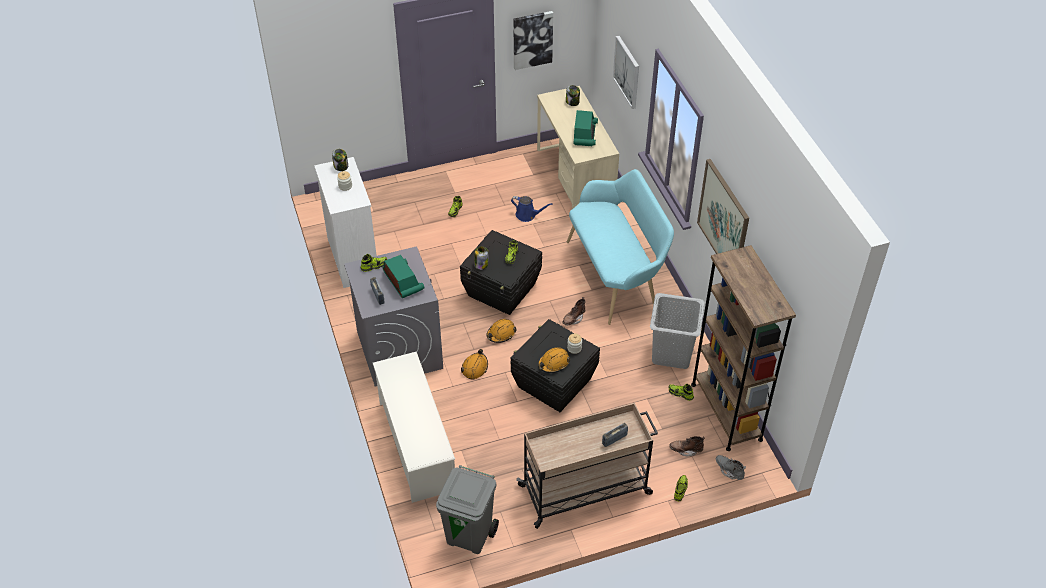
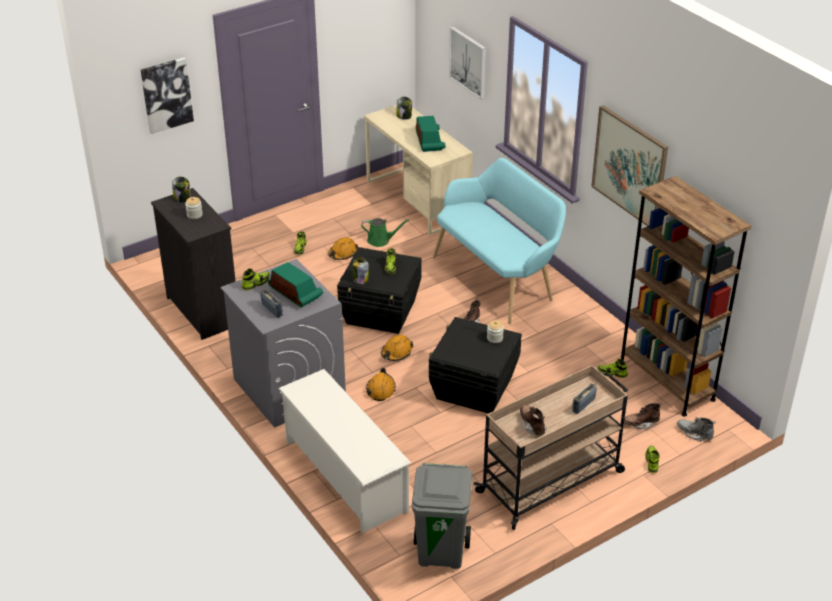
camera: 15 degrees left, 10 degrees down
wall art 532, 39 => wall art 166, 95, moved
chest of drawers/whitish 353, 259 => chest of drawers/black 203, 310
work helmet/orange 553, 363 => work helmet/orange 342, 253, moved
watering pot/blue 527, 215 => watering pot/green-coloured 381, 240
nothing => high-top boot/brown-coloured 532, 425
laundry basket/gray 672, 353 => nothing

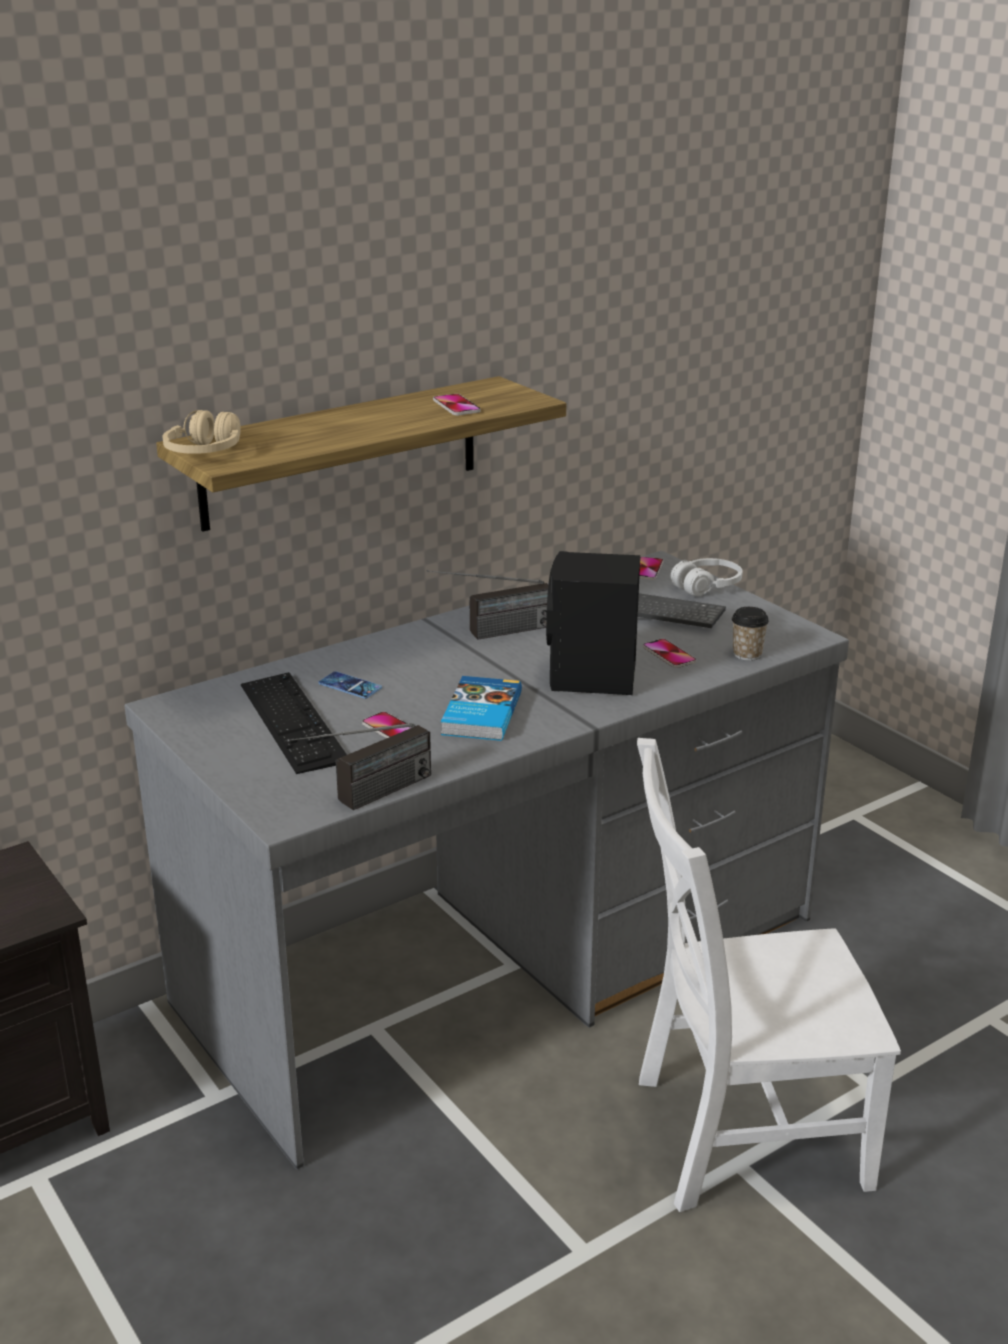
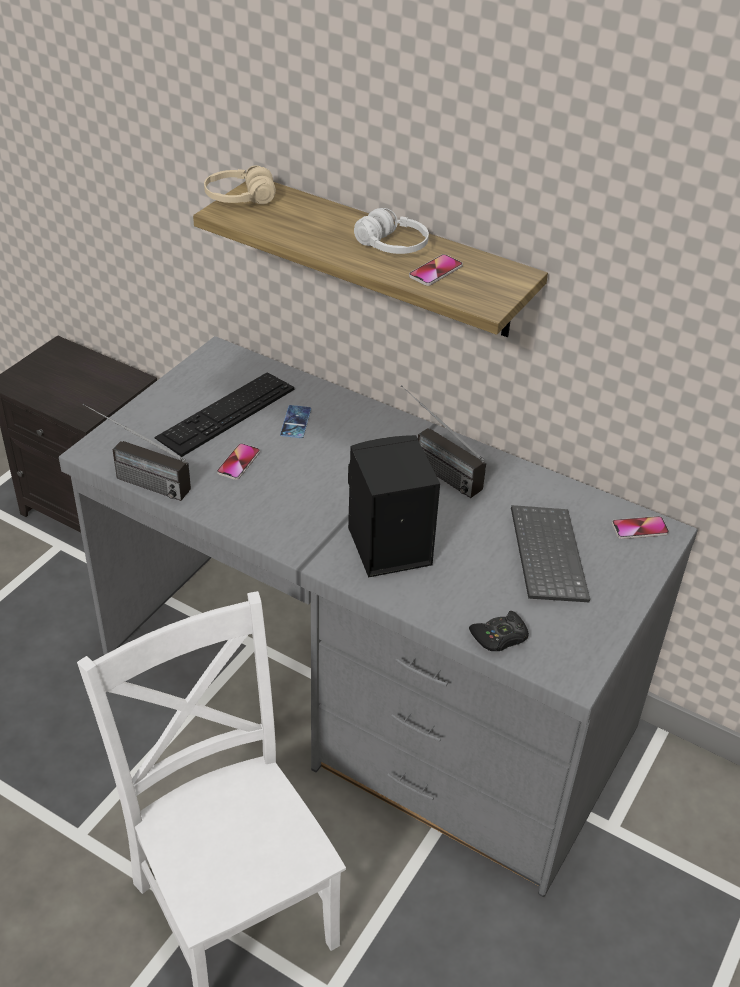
camera: 65 degrees right, 15 degrees up
headphones/whitish 707, 587 => headphones/whitish 392, 246, moved
drinking cup 747, 654 => joypad/black 500, 637
bound book 479, 714 => nothing
telephone 669, 655 => nothing

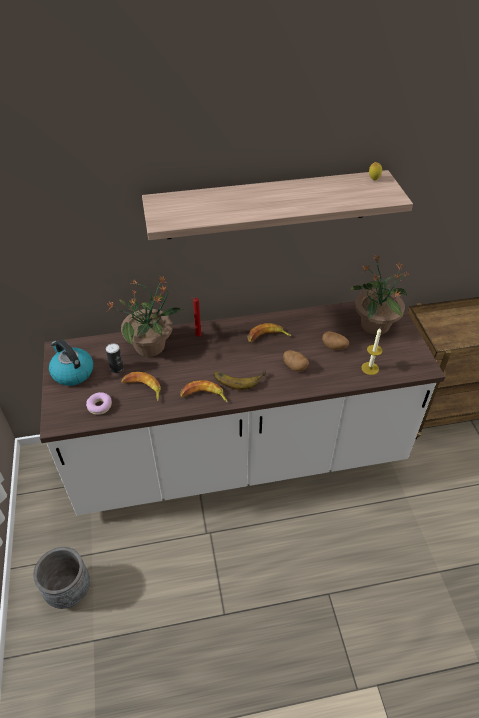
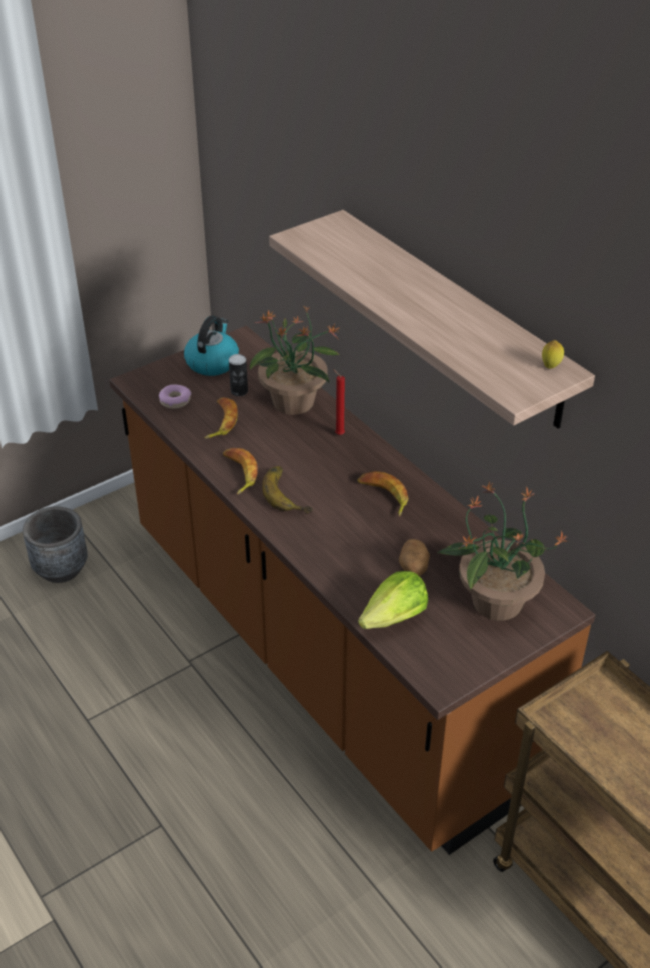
camera: 65 degrees right, 5 degrees down
counter/whitish 239, 457 => counter/brown-coloured 325, 652
wax candle 370, 368 => head of lettuce 394, 618
whole potato 294, 366 => nothing

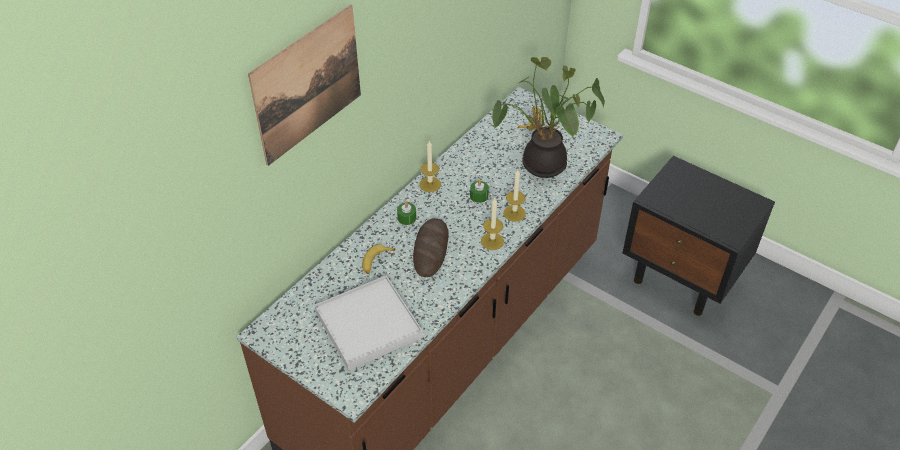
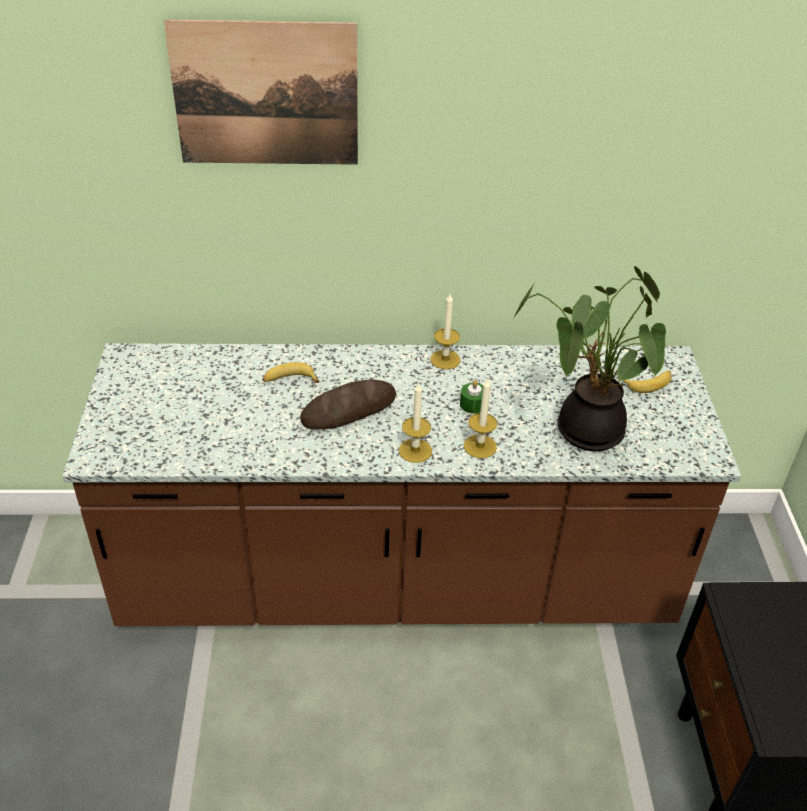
camera: 50 degrees right, 5 degrees down
tray/whitish 368, 324 => nothing
wax candle/green-coloured 407, 218 => nothing

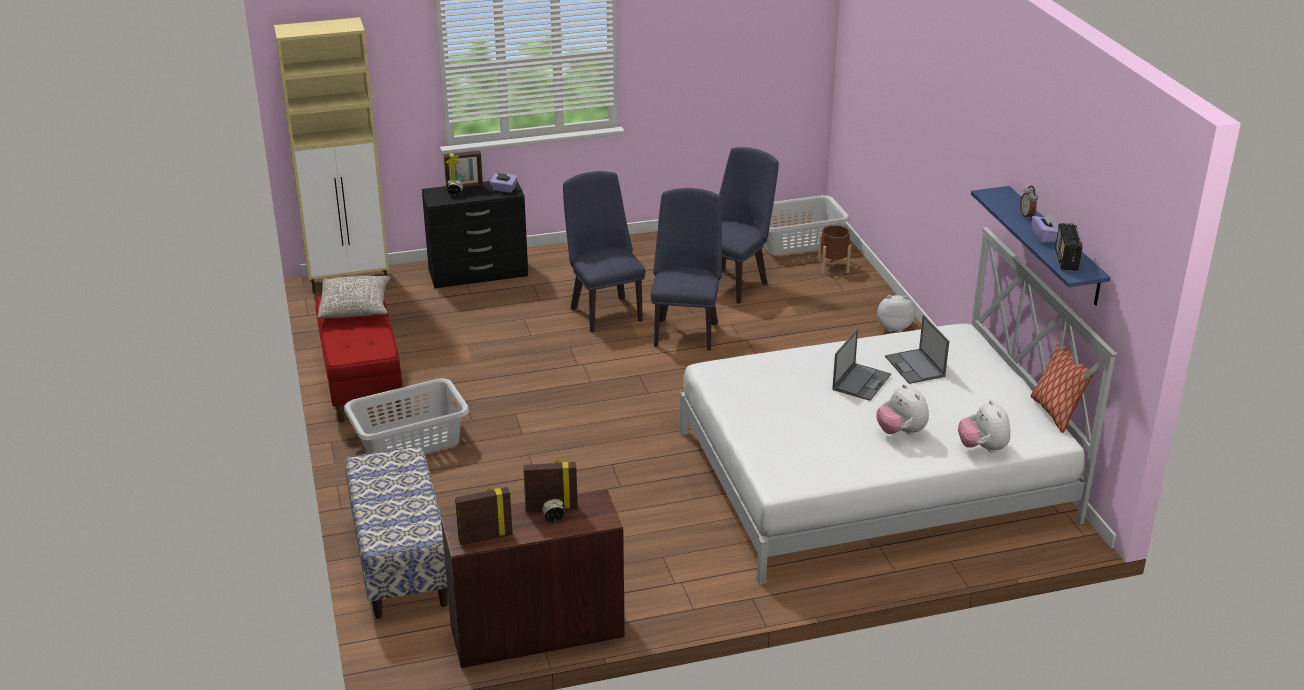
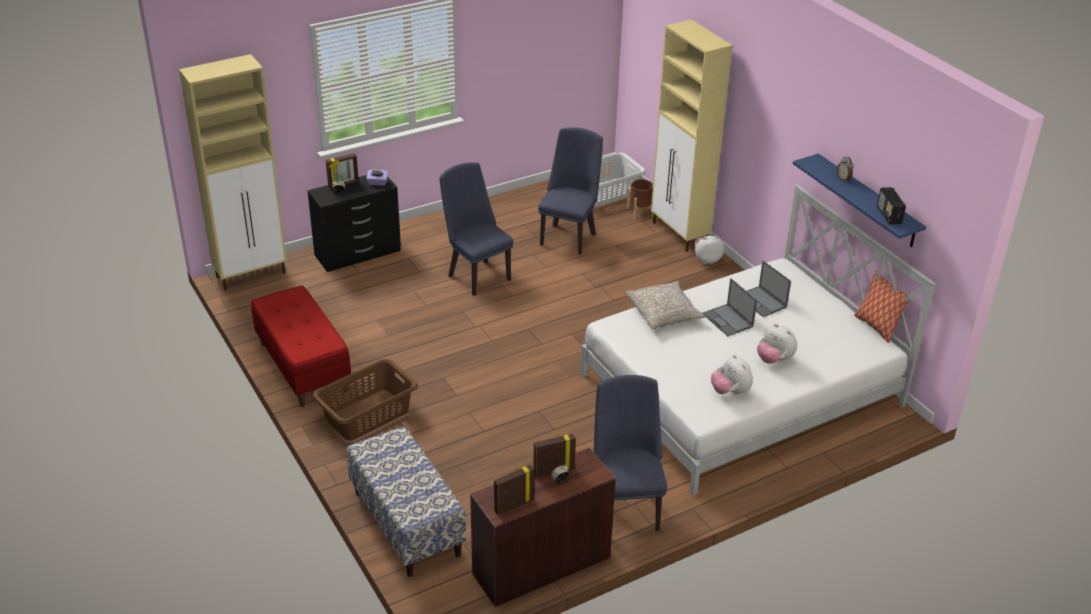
camera: 15 degrees left, 5 degrees up
laundry basket/gray 409, 441 => laundry basket/brown-coloured 366, 415
plain chair/blue 685, 331 => plain chair/blue 625, 508, moved
pillow/gray 355, 307 => pillow/gray 664, 313, moved
nothing => storage cabinet/beige 680, 234
notebook computer 861, 381 => notebook computer 728, 320, 135 degrees clockwise
soft toy 982, 448 => soft toy 730, 392, moved
tissue box/purple 1044, 237 => nothing

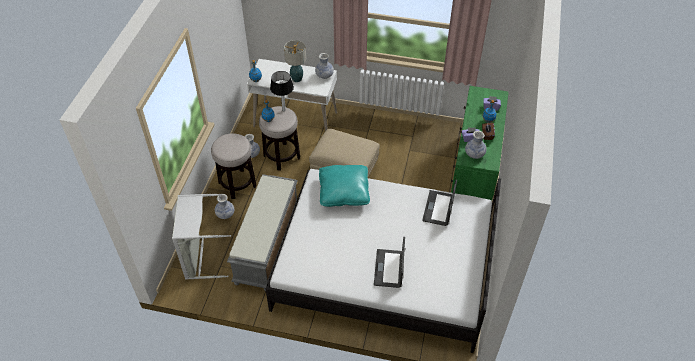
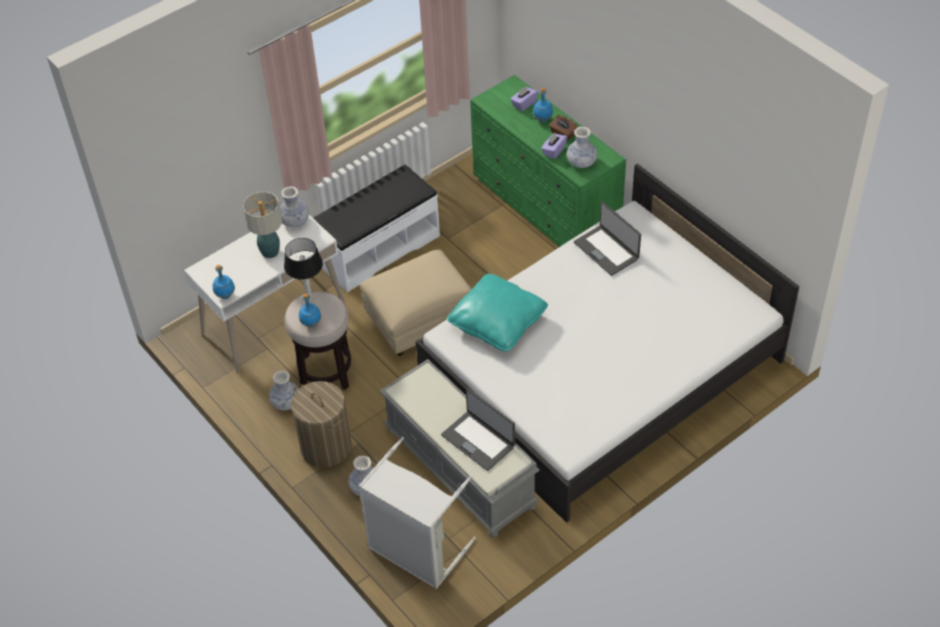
camera: 50 degrees left, 0 degrees up
sitting stool 237, 184 => laundry basket 326, 447
nothing => long seat/whitish 378, 249
notebook computer 389, 268 => notebook computer 478, 440, moved

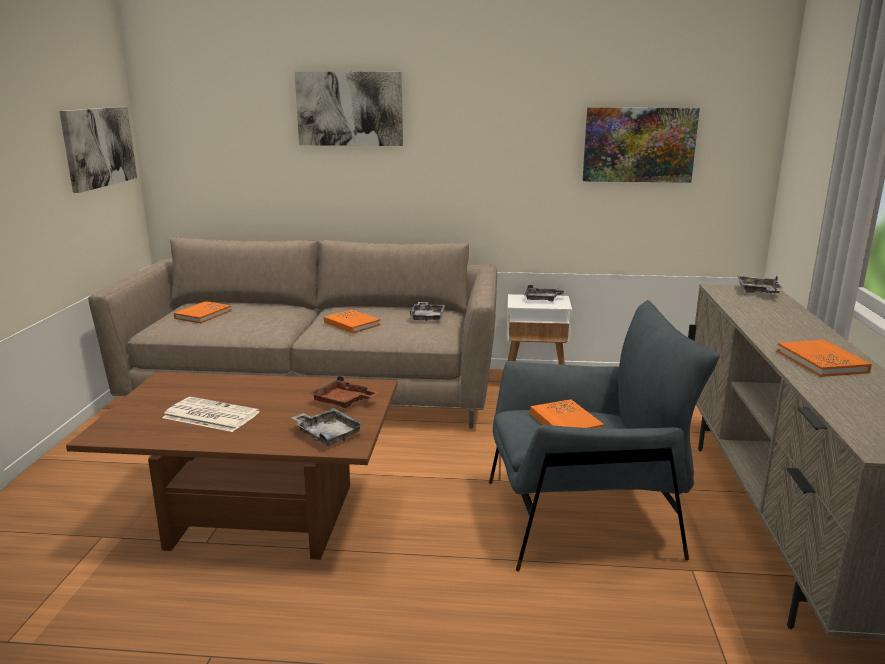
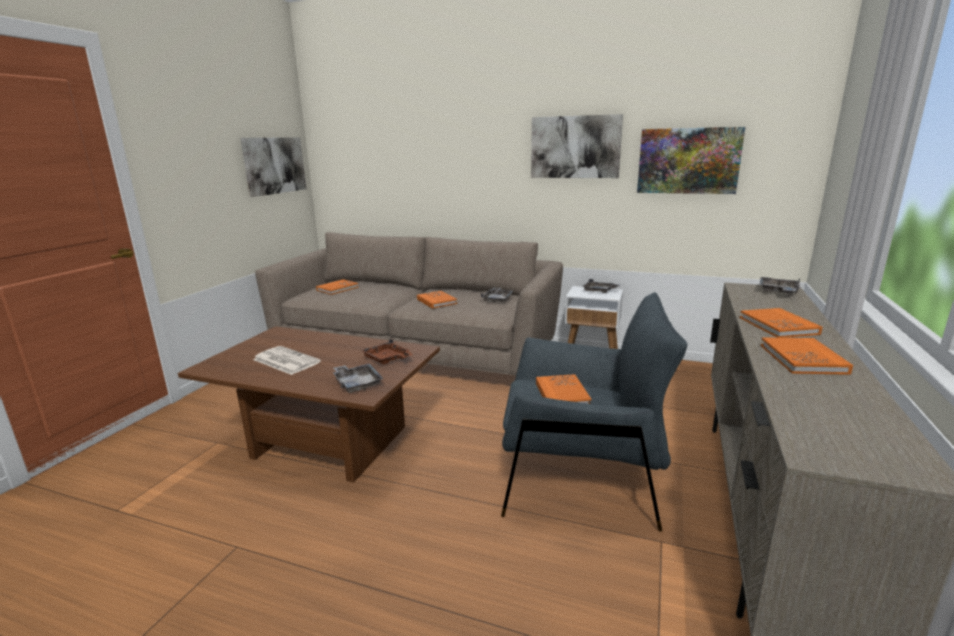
camera: 15 degrees right, 0 degrees up
wall art 350, 109 => wall art 575, 147, moved
nothing => bound book/orange 778, 326

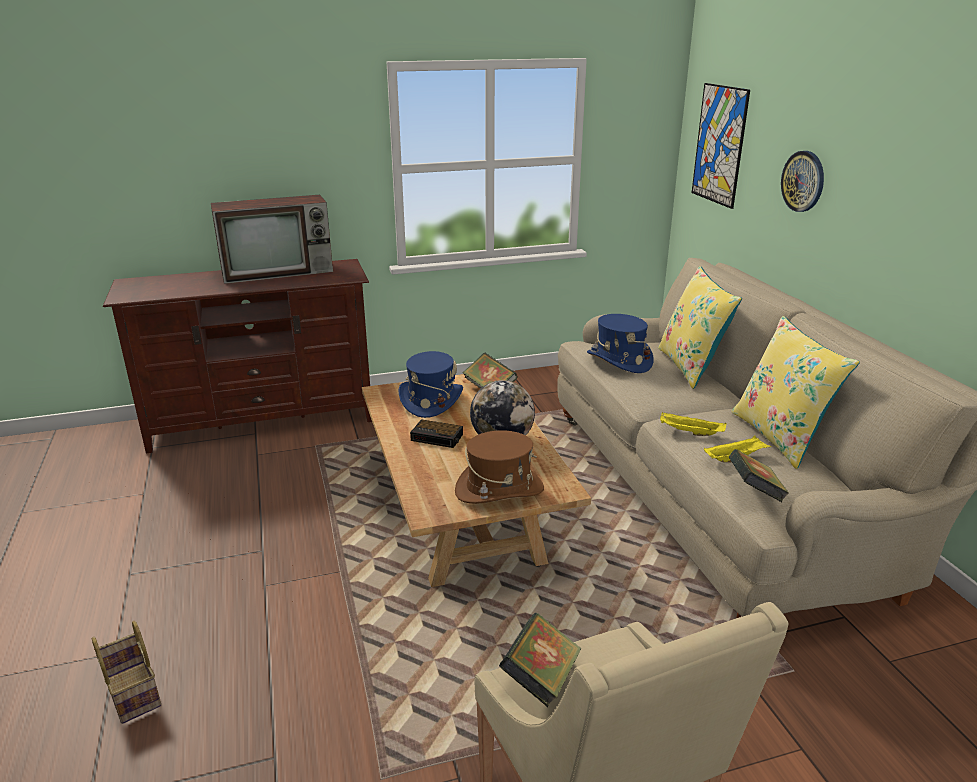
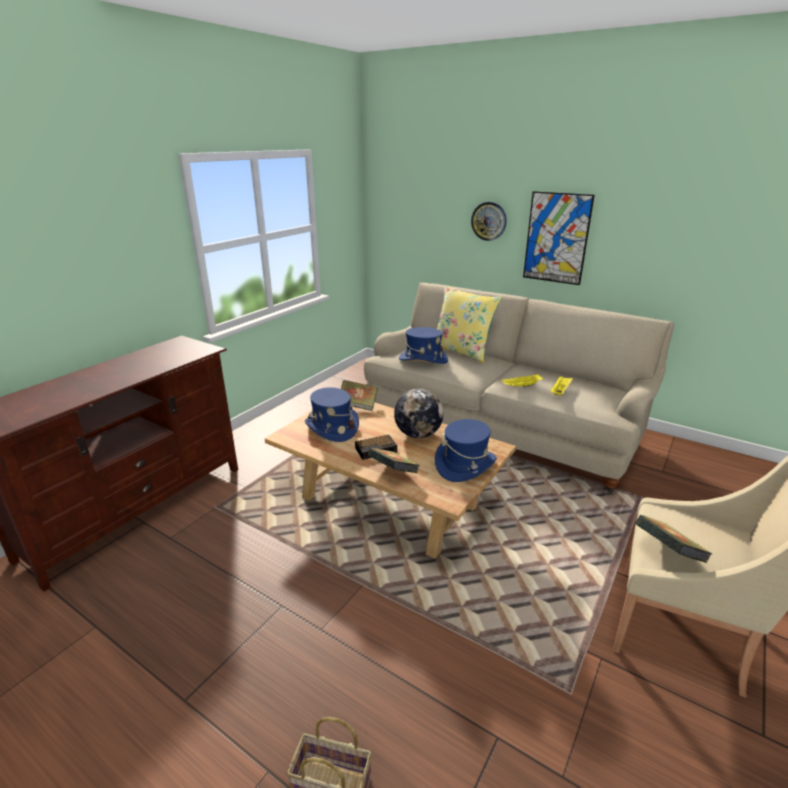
camera: 40 degrees left, 0 degrees up
bound book 754, 492 => bound book 393, 473, moved
hat/brown-coloured 499, 490 => hat/blue 465, 464
wall art 719, 145 => wall art 556, 238, moved
TV 279, 271 => nothing
pillow/yellow 780, 436 => nothing

